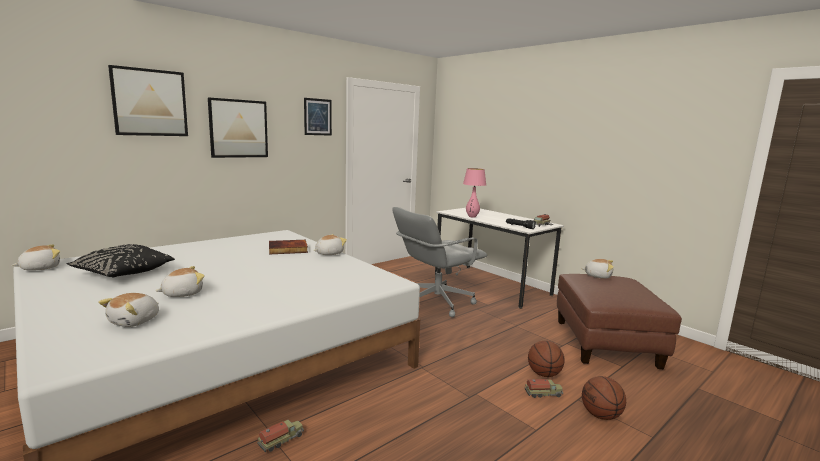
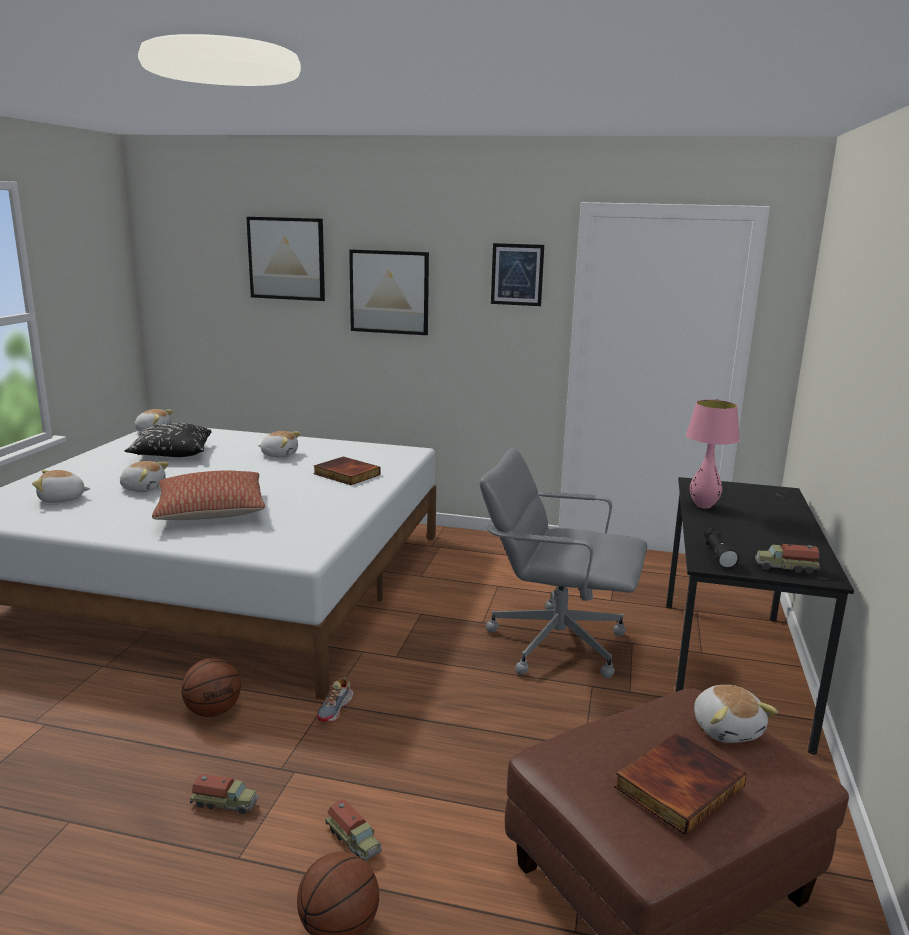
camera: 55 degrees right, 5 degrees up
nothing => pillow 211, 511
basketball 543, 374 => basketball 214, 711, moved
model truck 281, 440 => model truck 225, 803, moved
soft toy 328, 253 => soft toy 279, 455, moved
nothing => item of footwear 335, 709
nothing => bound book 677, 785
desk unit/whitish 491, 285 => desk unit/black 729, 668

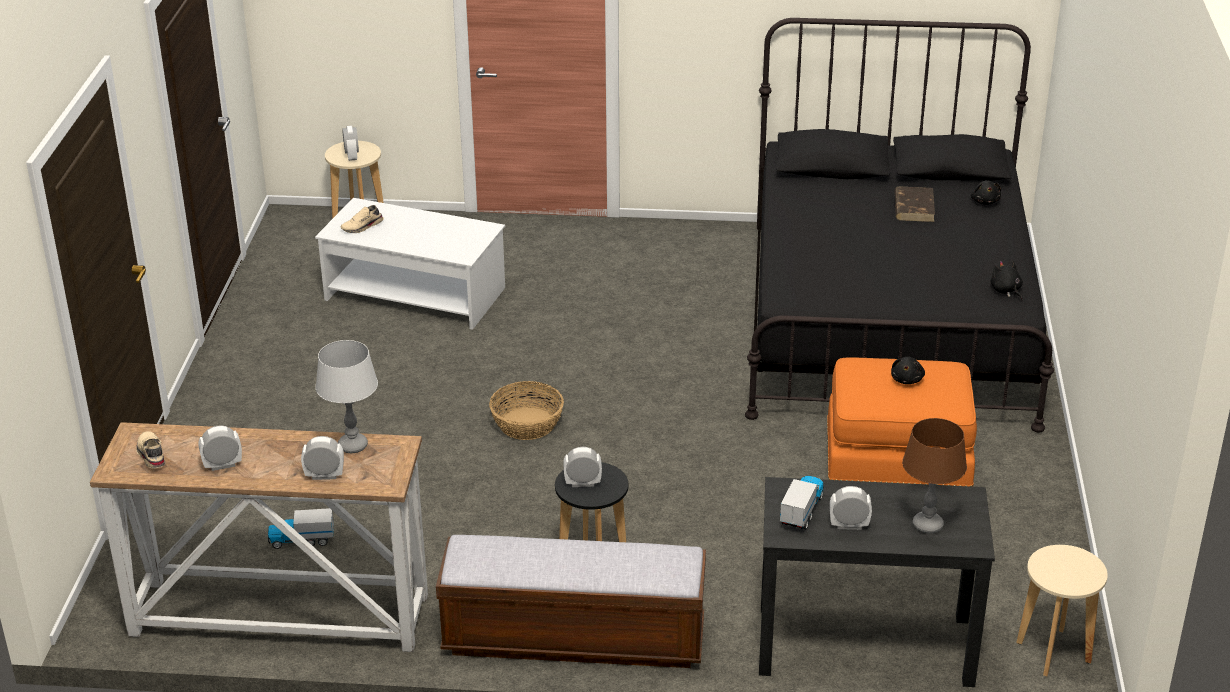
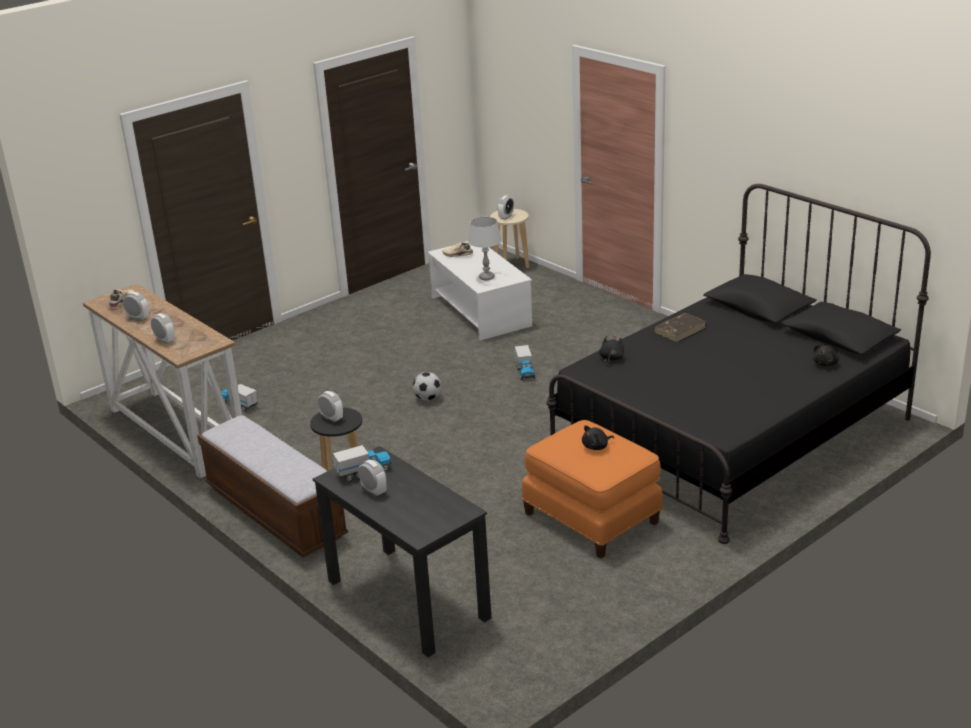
camera: 45 degrees right, 5 degrees down
storage basket 526, 424 => football 428, 398
table lamp/gray 353, 446 => table lamp/gray 486, 277, moved
nothing => model truck 525, 371
soft toy/black 1006, 291 => soft toy/black 611, 359, moved
bound book/brown-coloured 914, 207 => bound book/brown-coloured 680, 329, moved
table lamp/brown-coloured 927, 525 => nothing
sitting stool/beige 1054, 653 => nothing

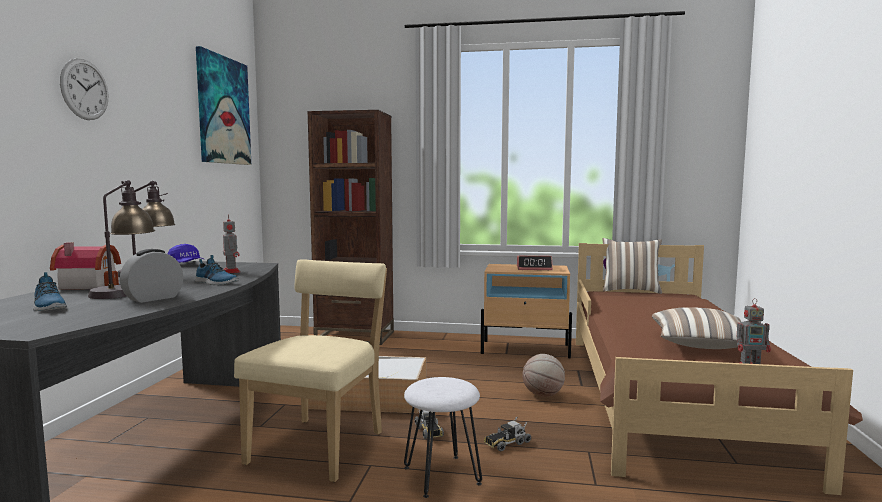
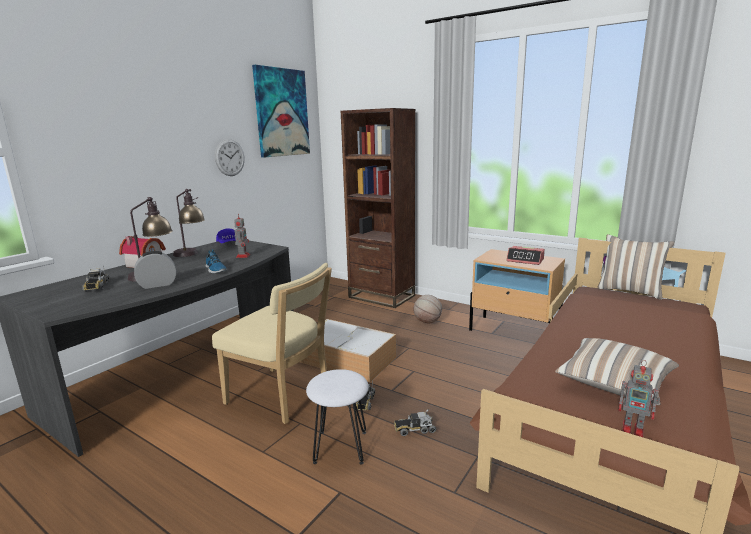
camera: 25 degrees right, 10 degrees up
item of footwear 48, 307 => model truck 96, 287
plain chair/beige 321, 445 => plain chair/beige 282, 396, 75 degrees clockwise
hanging clock 85, 89 => hanging clock 230, 157, moved
basketball 543, 395 => basketball 427, 322, moved

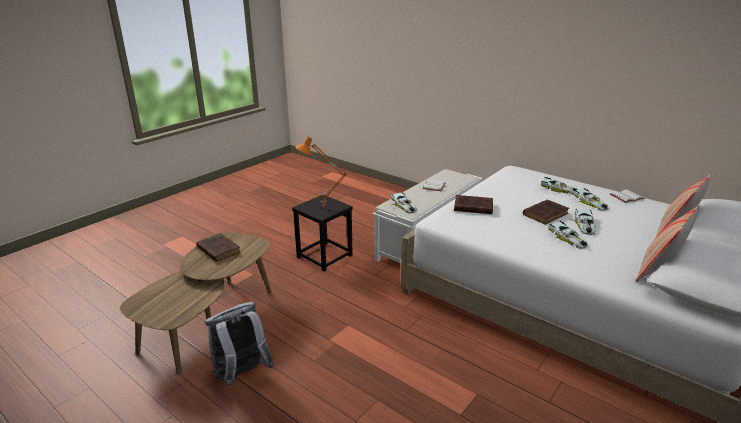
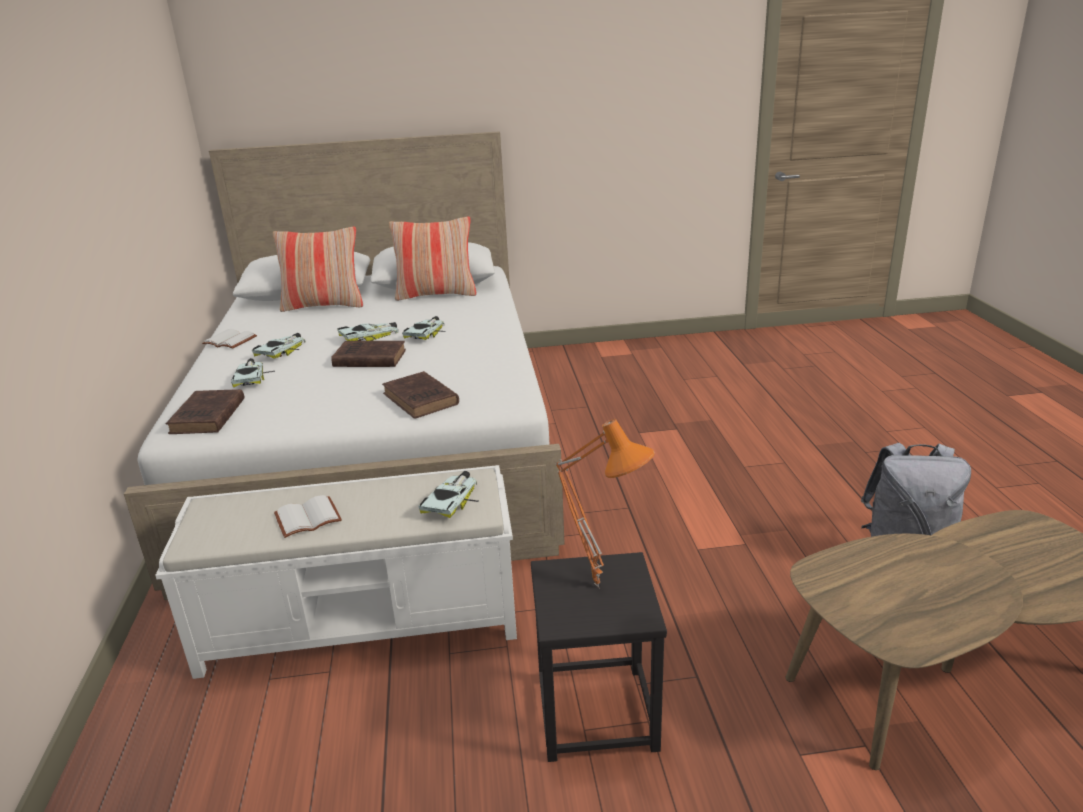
camera: 135 degrees left, 0 degrees up
bound book/brown-coloured 218, 249 => bound book/brown-coloured 207, 417, moved

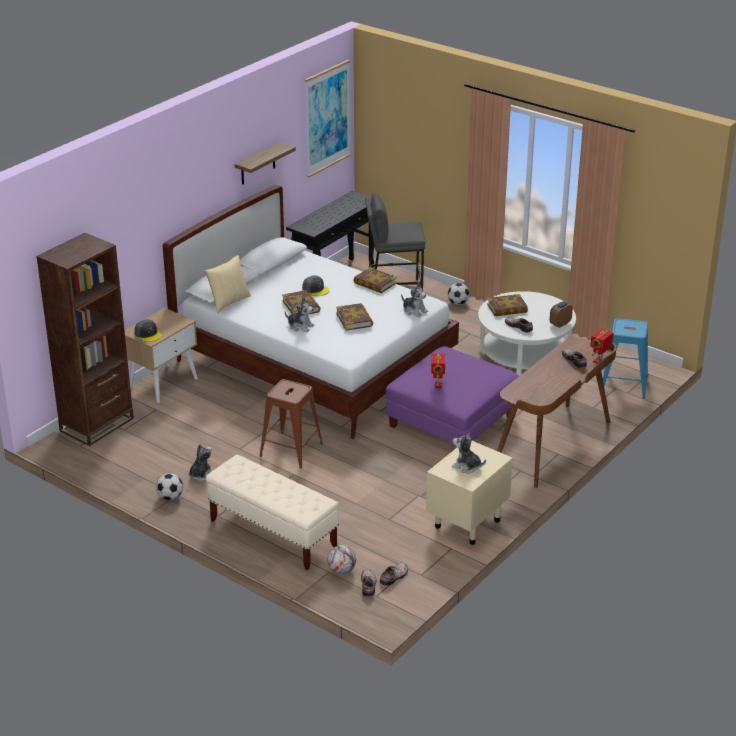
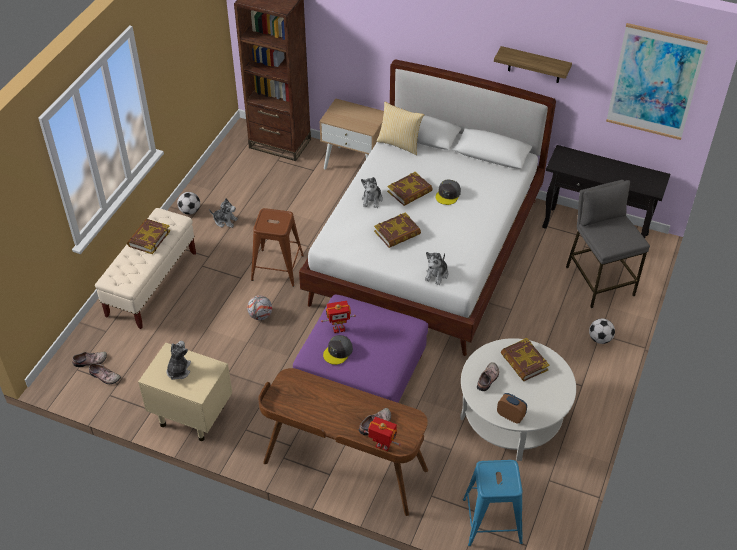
camera: 75 degrees right, 15 degrees up
bound book 374, 283 => bound book 149, 238, moved
football 341, 570 => football 260, 316, moved
baseball cap/gray 148, 334 => baseball cap/gray 338, 352, moved

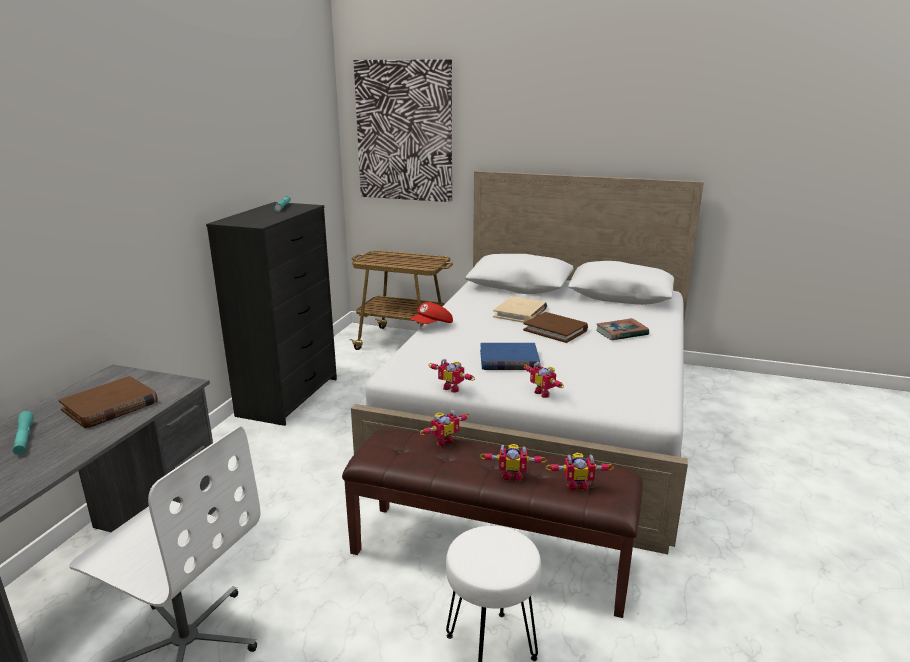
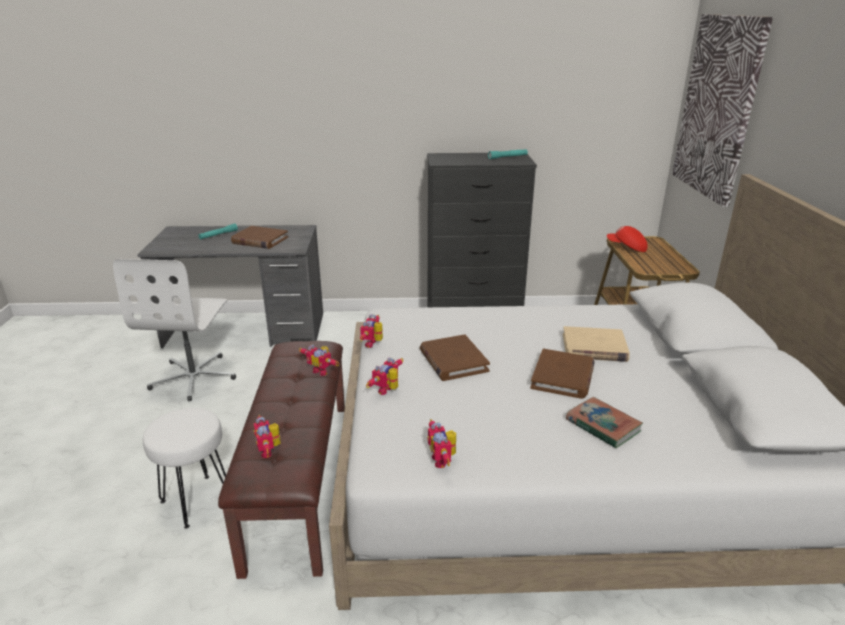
camera: 70 degrees right, 5 degrees up
bound book/blue 509, 360 => bound book/brown-coloured 453, 361
model robot 512, 475 => model robot 443, 460, moved
baseball cap/red-coloured 432, 325 => baseball cap/red-coloured 626, 248, moved

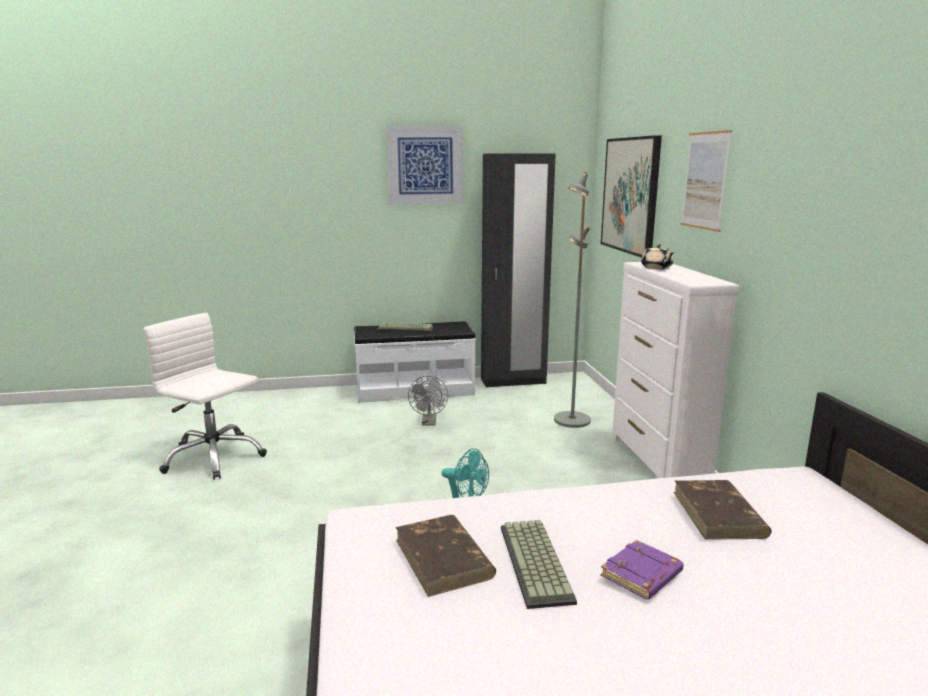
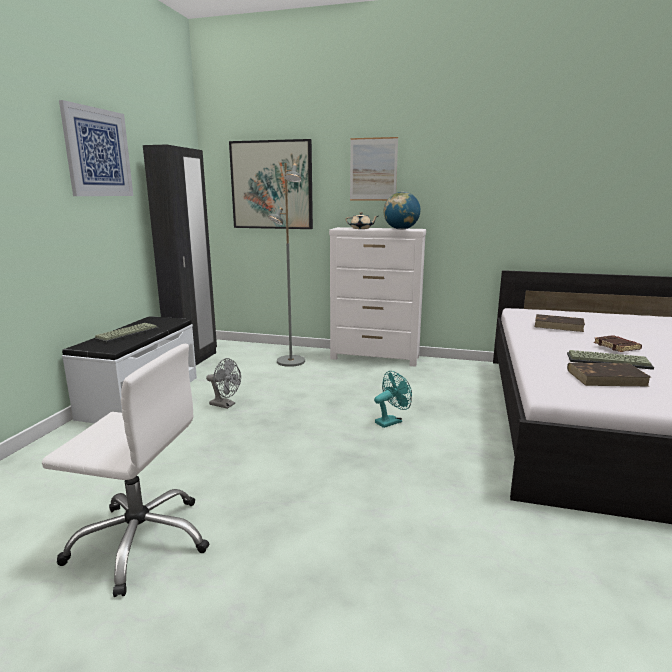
camera: 65 degrees left, 0 degrees up
office chair/whitish 213, 457 => office chair/whitish 141, 541, 135 degrees counterclockwise
nothing => globe 401, 229
bound book/purple 642, 575 => bound book/brown-coloured 617, 346

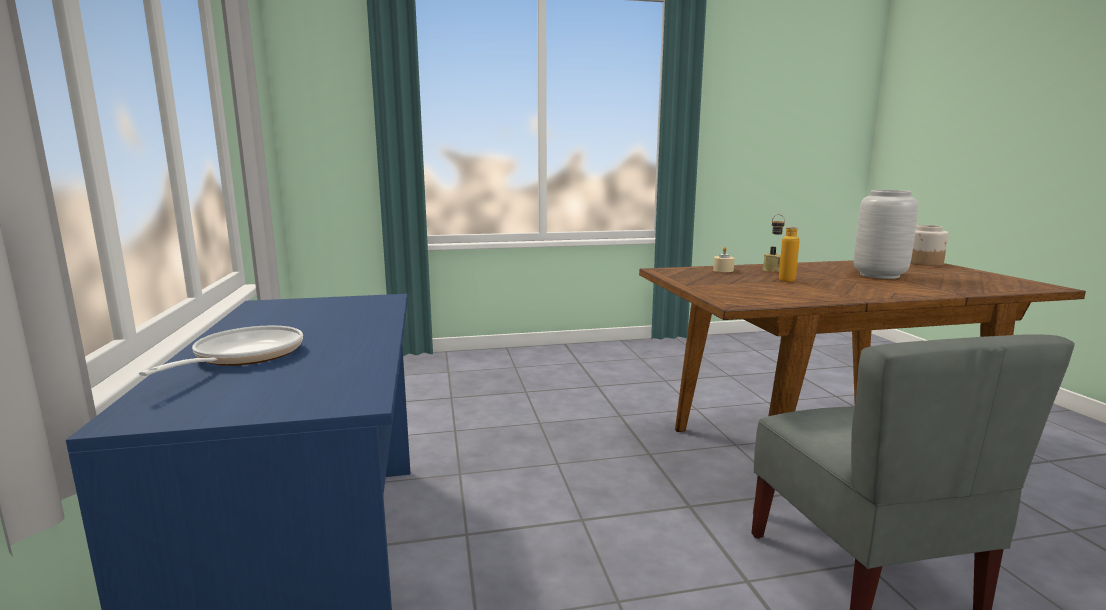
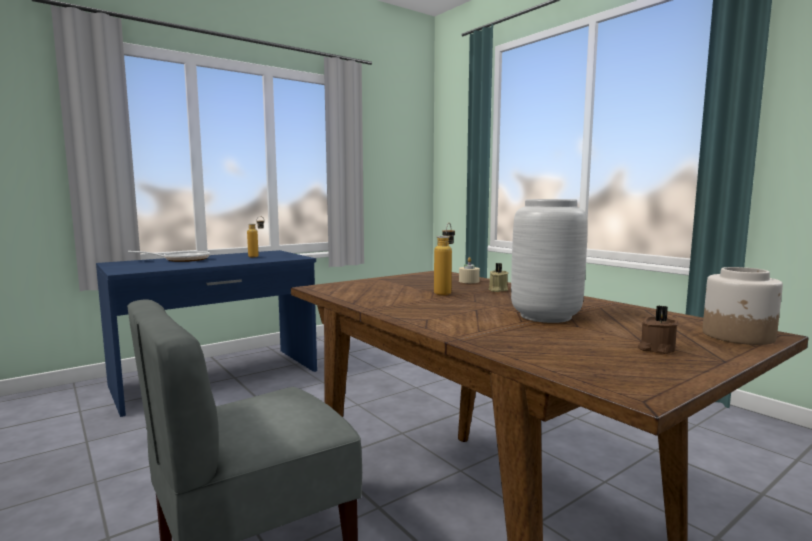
camera: 65 degrees right, 5 degrees down
nothing => beverage bottle 257, 256
nothing => wax candle/brown-coloured 656, 349

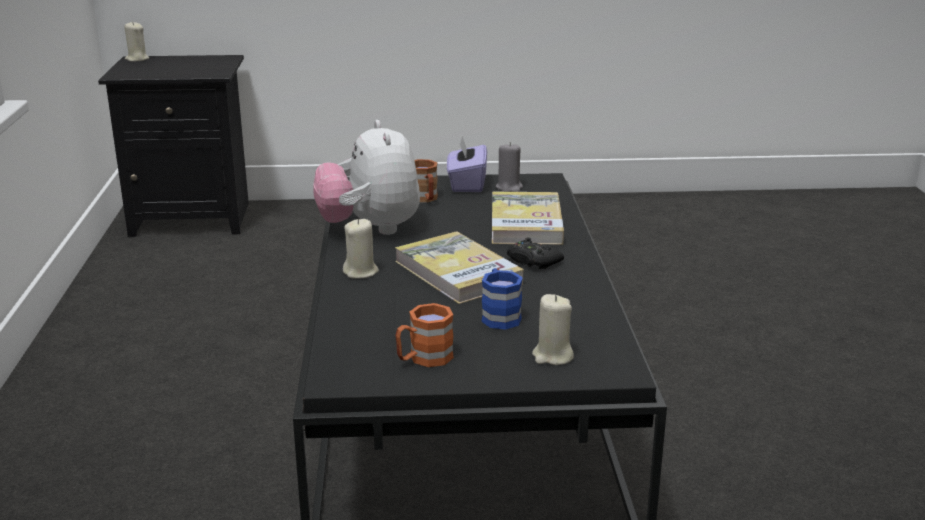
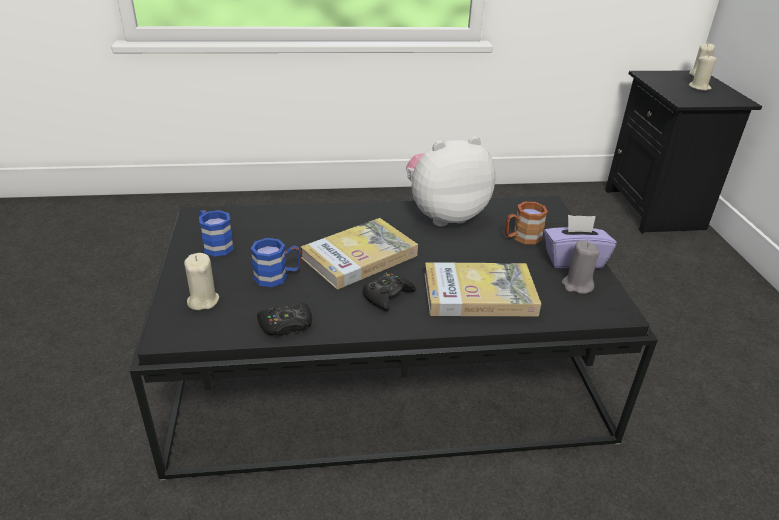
camera: 85 degrees right, 10 degrees up
mug/orange 423, 359 => mug/blue 215, 244
nothing => joypad/black 286, 325
wax candle/beige 361, 272 => wax candle/beige 699, 87, moved

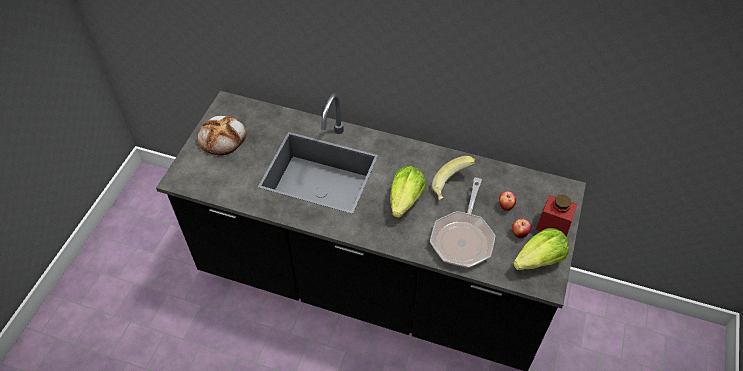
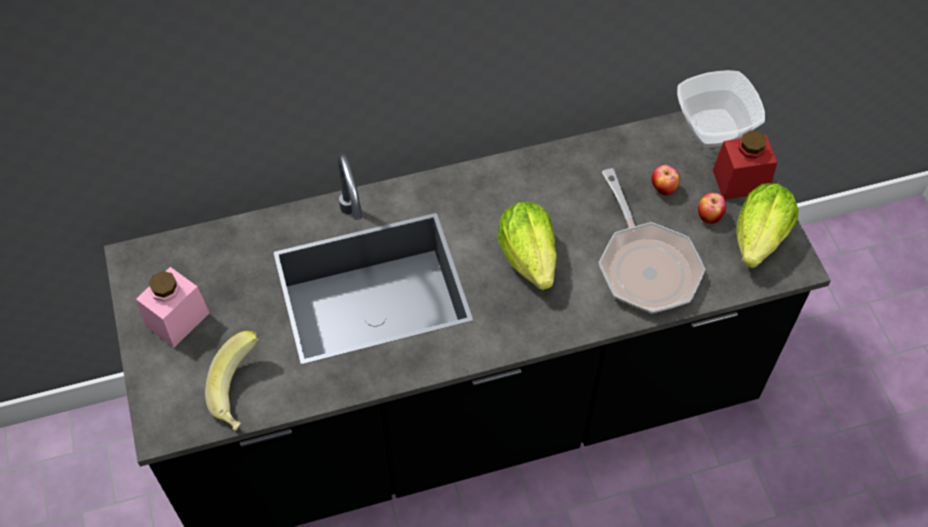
camera: 35 degrees left, 5 degrees up
bread 223, 137 => jar/pink 177, 319
banana fruit 452, 186 => banana fruit 242, 392, moved
nothing => bowl 715, 129

